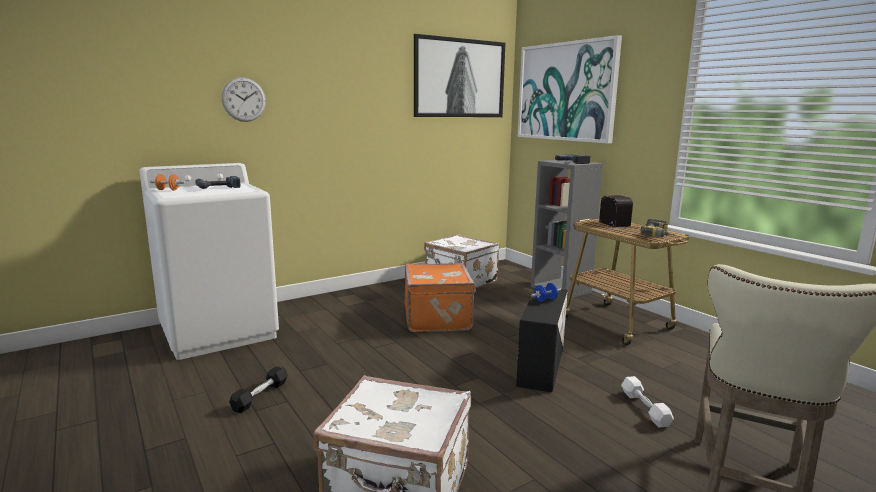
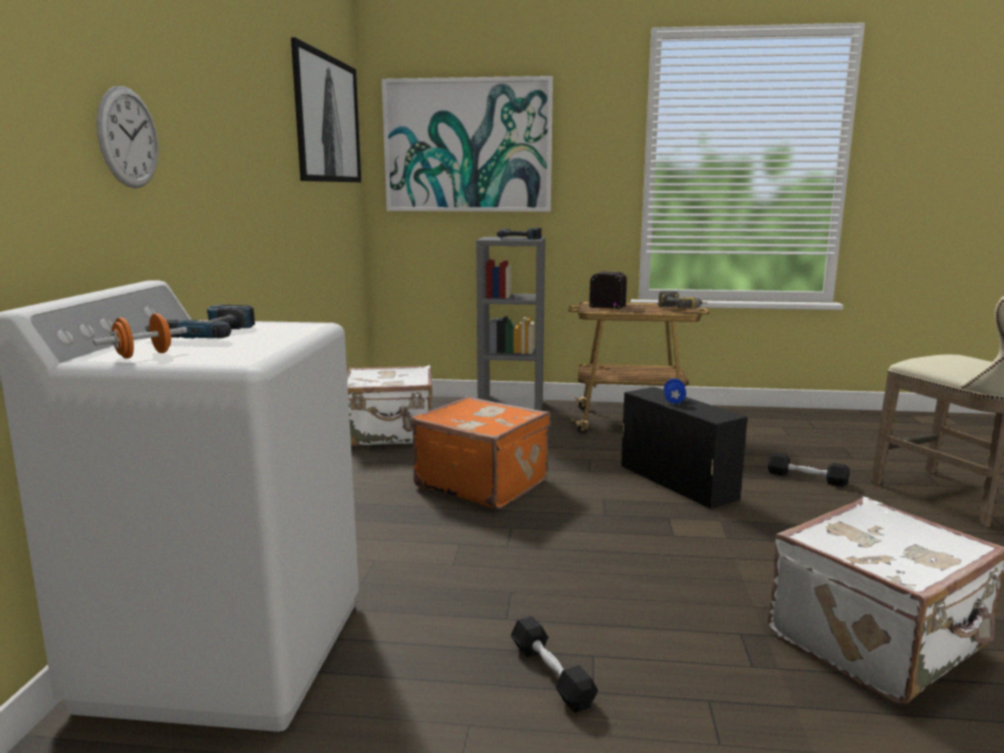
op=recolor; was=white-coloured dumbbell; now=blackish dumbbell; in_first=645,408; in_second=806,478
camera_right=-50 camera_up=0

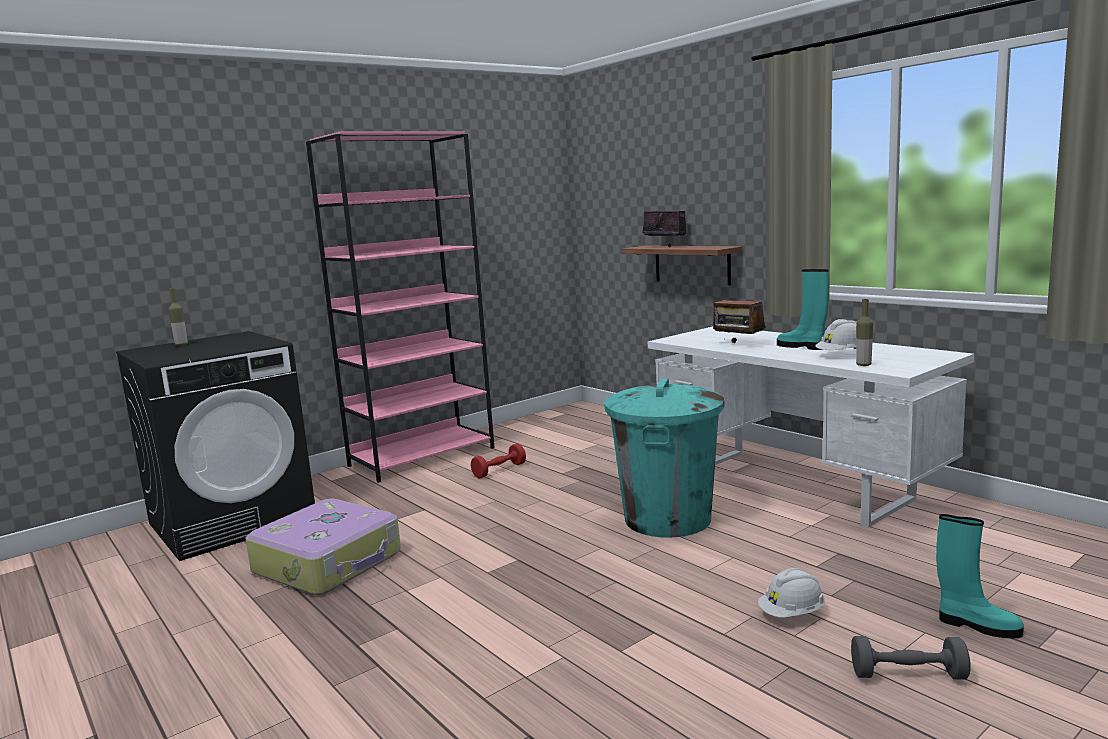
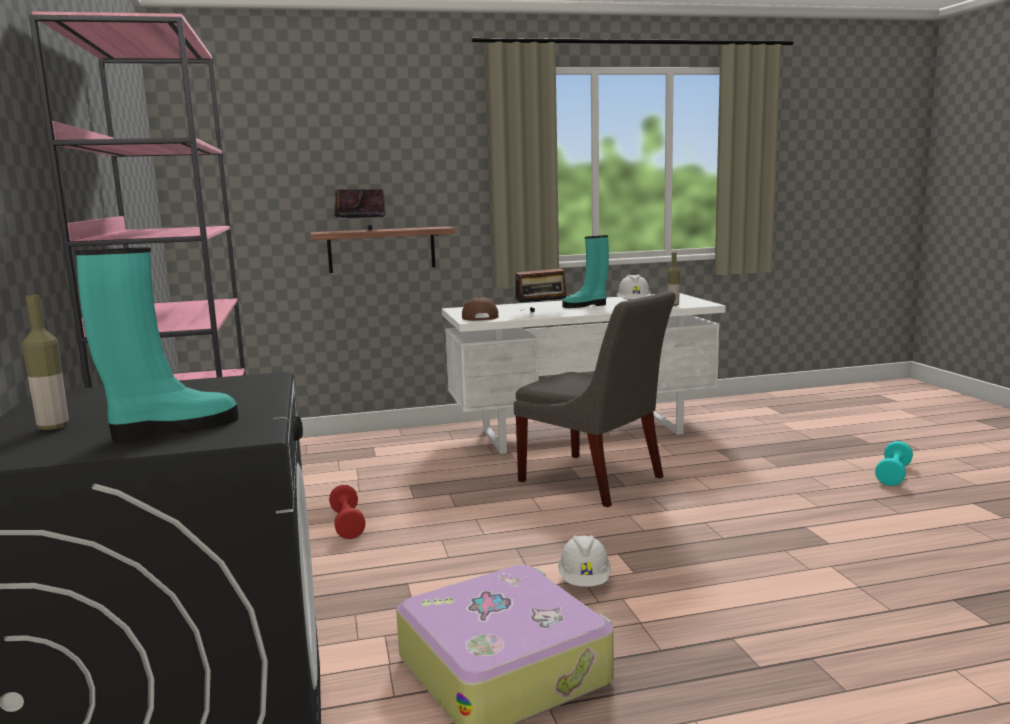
op=insert; now=brown cap; in_second=479,317
op=move; was=white-coloured hard hat; in_first=792,614; in_second=584,581
op=move; was=turquoise-coloured boot; in_first=976,625; in_second=172,429
op=replace; was=turquoise-coloured trash can; now=greyish plain chair; in_first=667,519; in_second=595,481
op=recolor; was=greyish dumbbell; now=turquoise-coloured dumbbell; in_first=908,675; in_second=893,475
camera_right=-65 camera_up=0

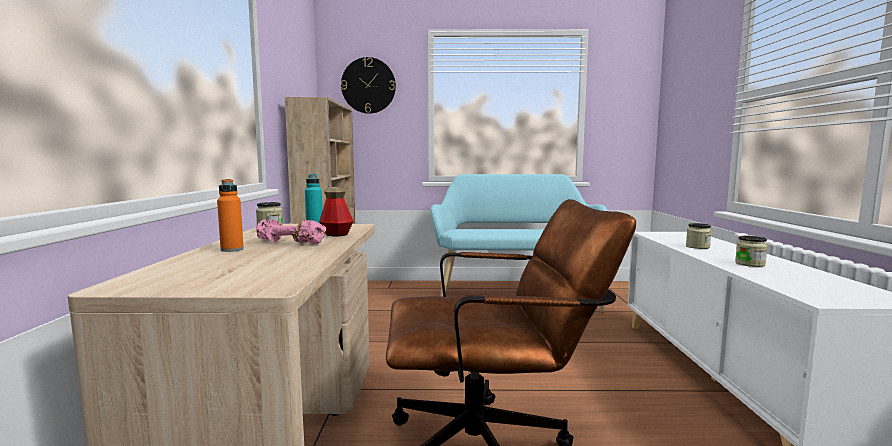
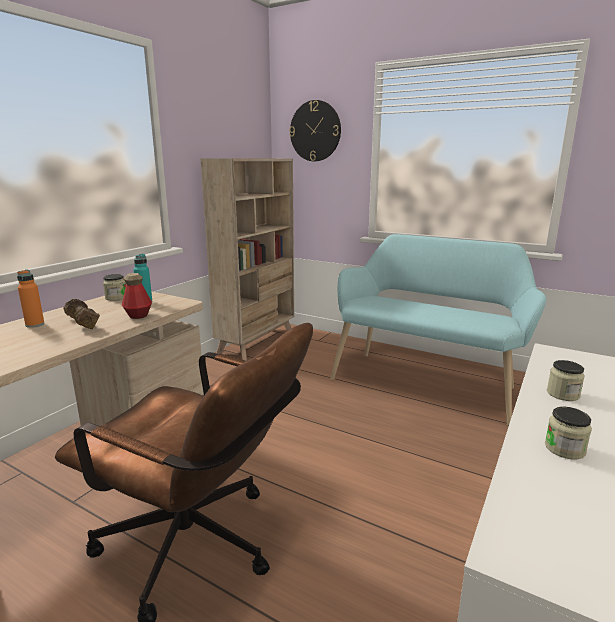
op=recolor; was=pink-coloured dumbbell; now=brown dumbbell; in_first=289,243; in_second=82,323
camera_right=30 camera_up=10

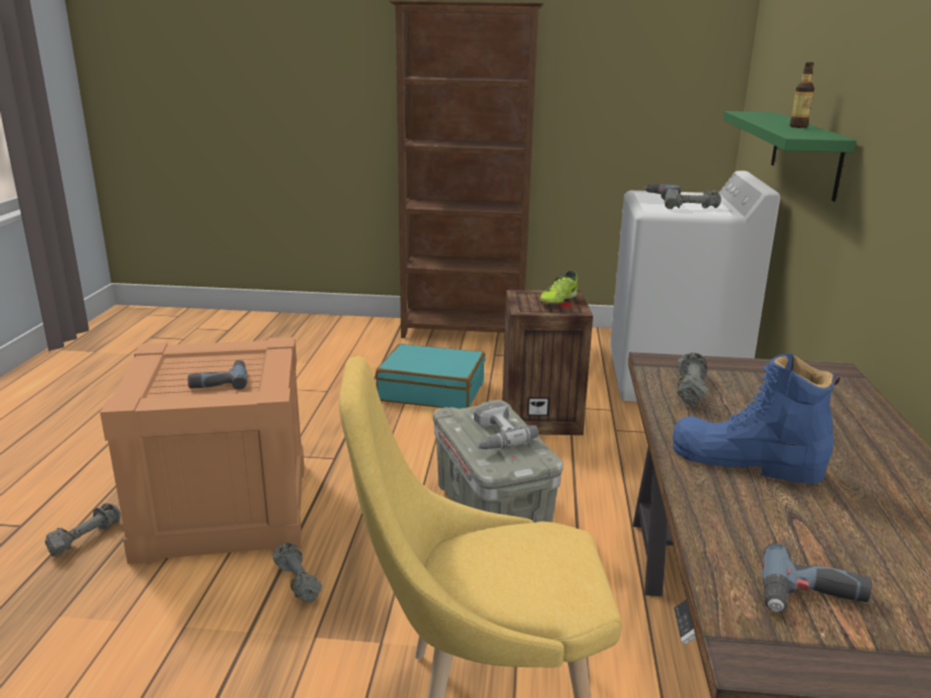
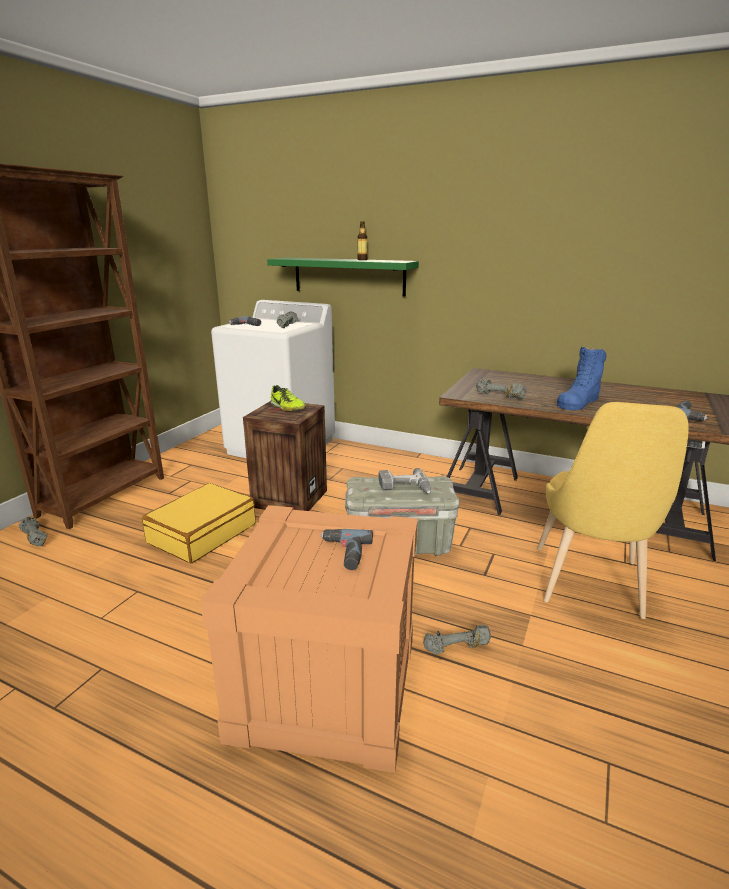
op=move; was=greyish dumbbell; in_first=85,538; in_second=34,538
op=recolor; was=turquoise-coloured piece of luggage; now=yellow piece of luggage; in_first=432,391; in_second=202,533
camera_right=-70 camera_up=0

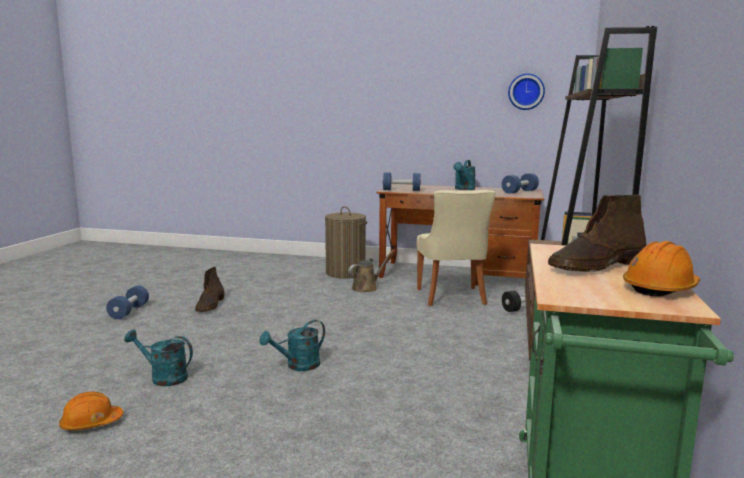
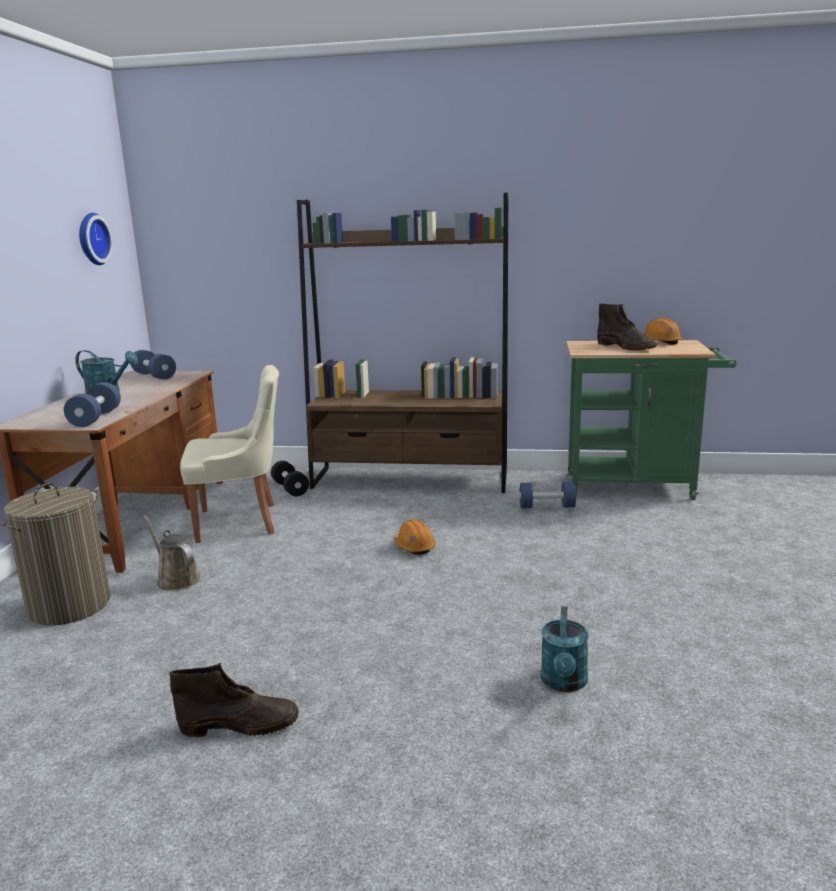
op=delete; was=turquoise-coloured sprinkling can; in_first=298,366
op=move; was=orange hard hat; in_first=91,423; in_second=414,546
op=move; was=bluish dumbbell; in_first=129,311; in_second=546,507
camera_right=-95 camera_up=5

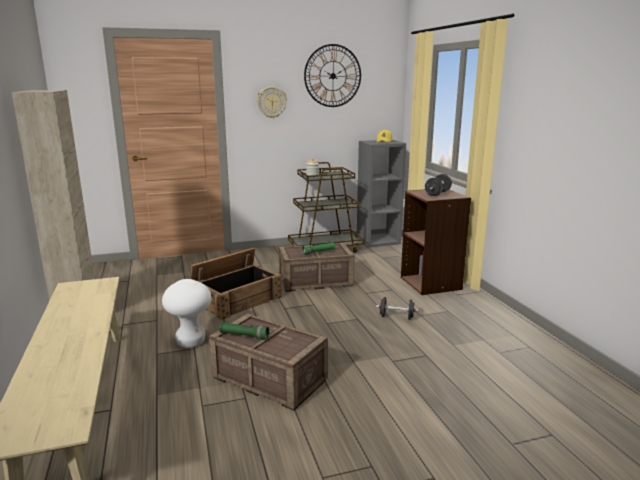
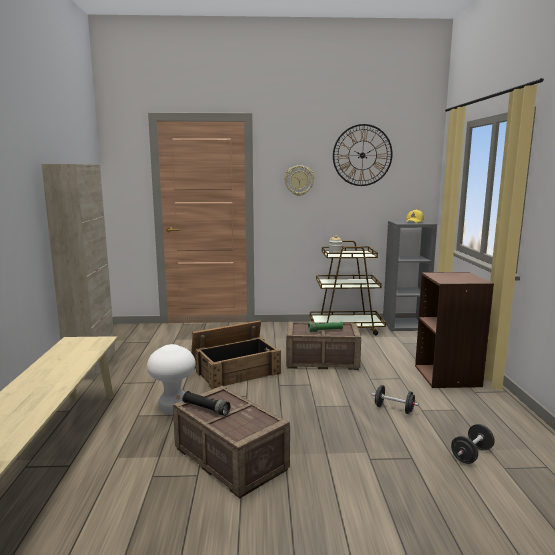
op=move; was=blackish dumbbell; in_first=437,193; in_second=471,455
op=recolor; was=green flashlight; now=blackish flashlight; in_first=244,336; in_second=206,409
camera_right=15 camera_up=-5

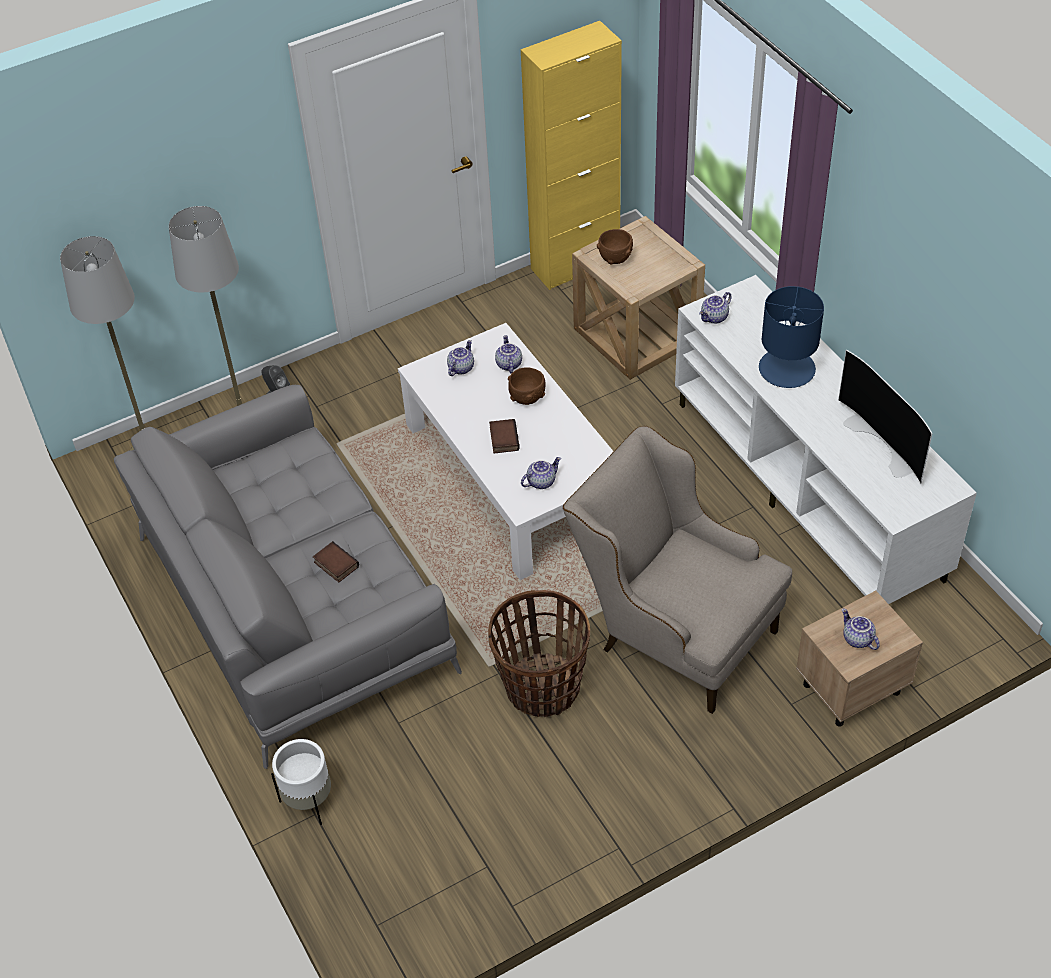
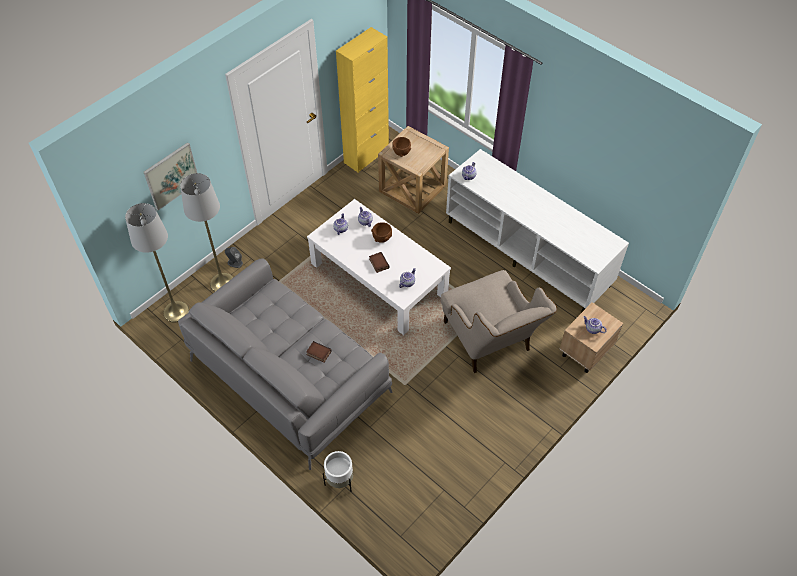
op=delete; was=basket; in_first=542,687
op=delete; was=bluish table lamp; in_first=787,368
op=delete; was=TV set; in_first=885,442
op=insert; now=wall picture; in_second=171,176
op=rotate; was=sand-coloured lounge chair; in_first=674,631; in_second=490,343; clockwise=-135
camera_right=-20 camera_up=5

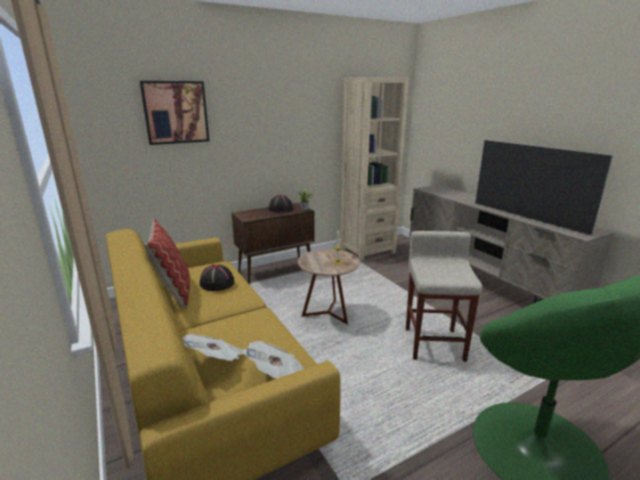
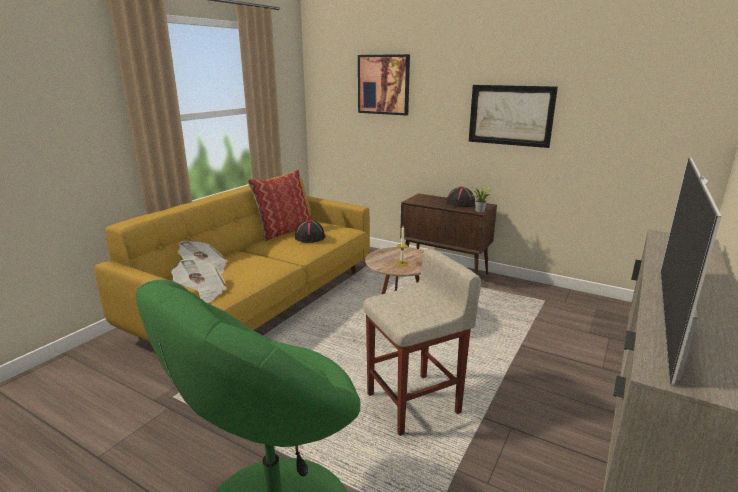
op=delete; was=sand-coloured bookshelf; in_first=367,250
op=insert; now=wall picture; in_second=510,115
camera_right=60 camera_up=0

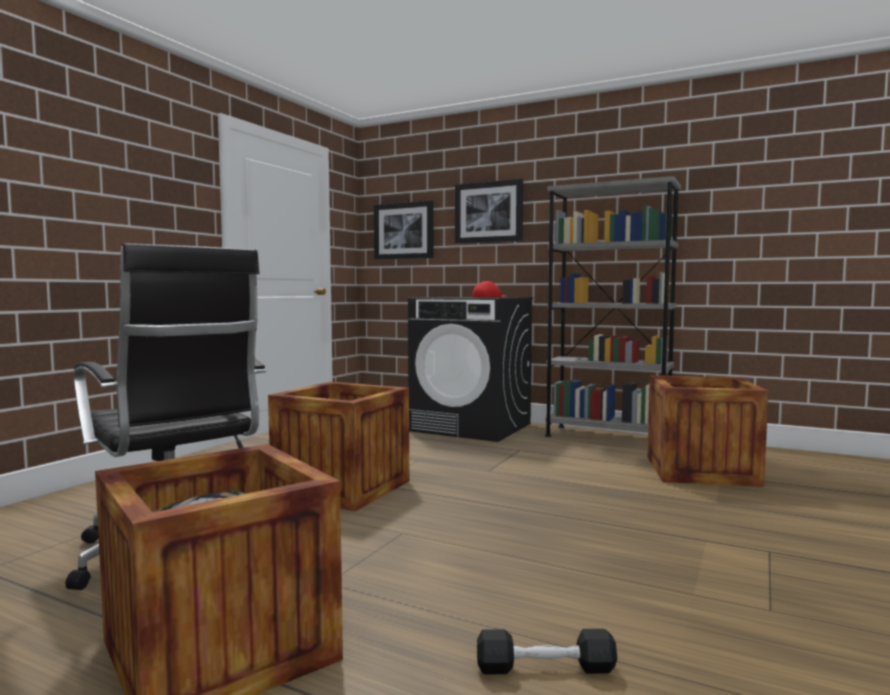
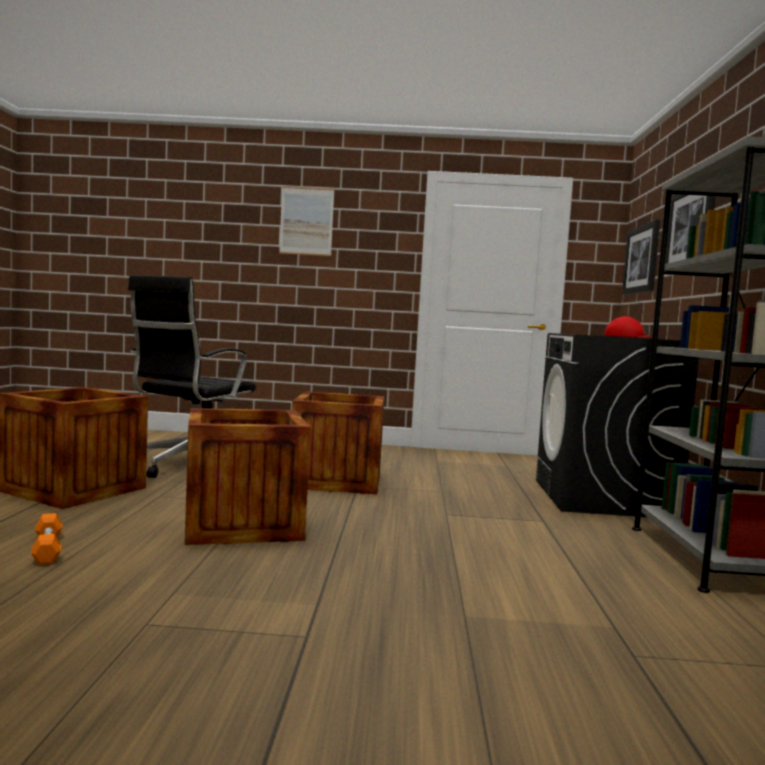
op=insert; now=wall picture; in_second=306,221
op=move; was=packing crate; in_first=700,470; in_second=242,524
op=recolor; was=blackish dumbbell; now=orange dumbbell; in_first=545,668; in_second=47,549
camera_right=65 camera_up=0

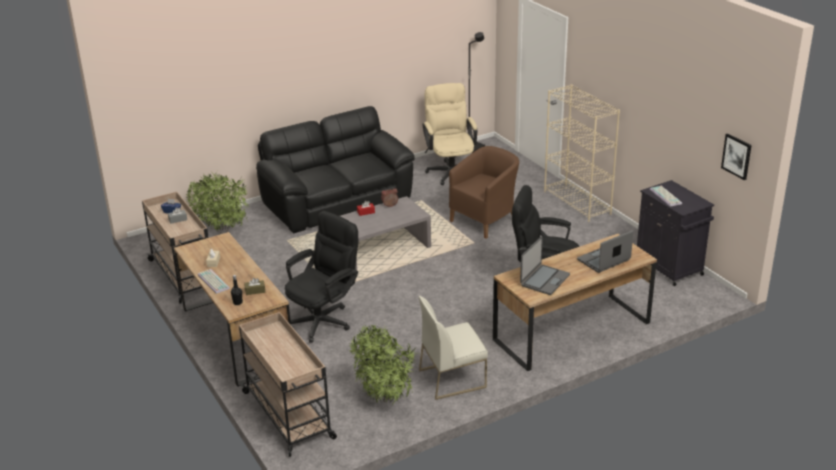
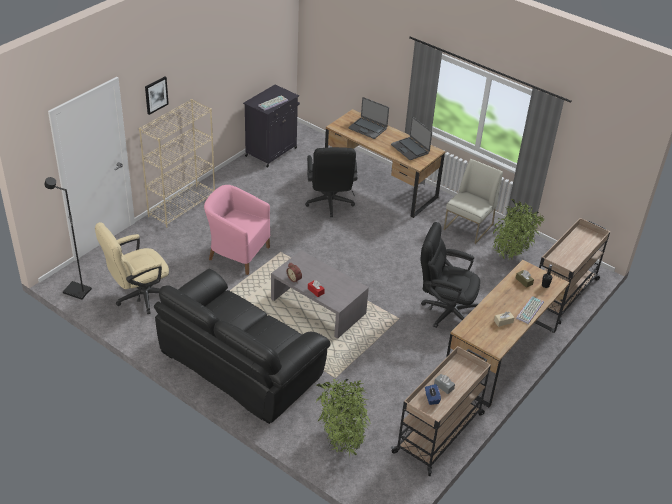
op=move; was=wall picture; in_first=736,156; in_second=156,95
op=recolor; was=brown lounge chair; now=pink-coloured lounge chair; in_first=485,220; in_second=237,253
op=rotate; was=white-coloured plain chair; in_first=452,378; in_second=468,227; clockwise=-105
op=rotate; was=portable computer; in_first=544,280; in_second=410,149; clockwise=-135
camera_right=-115 camera_up=10

